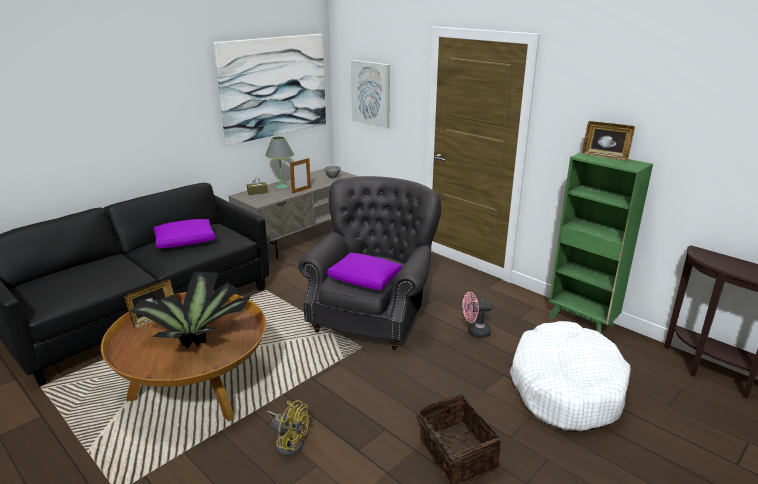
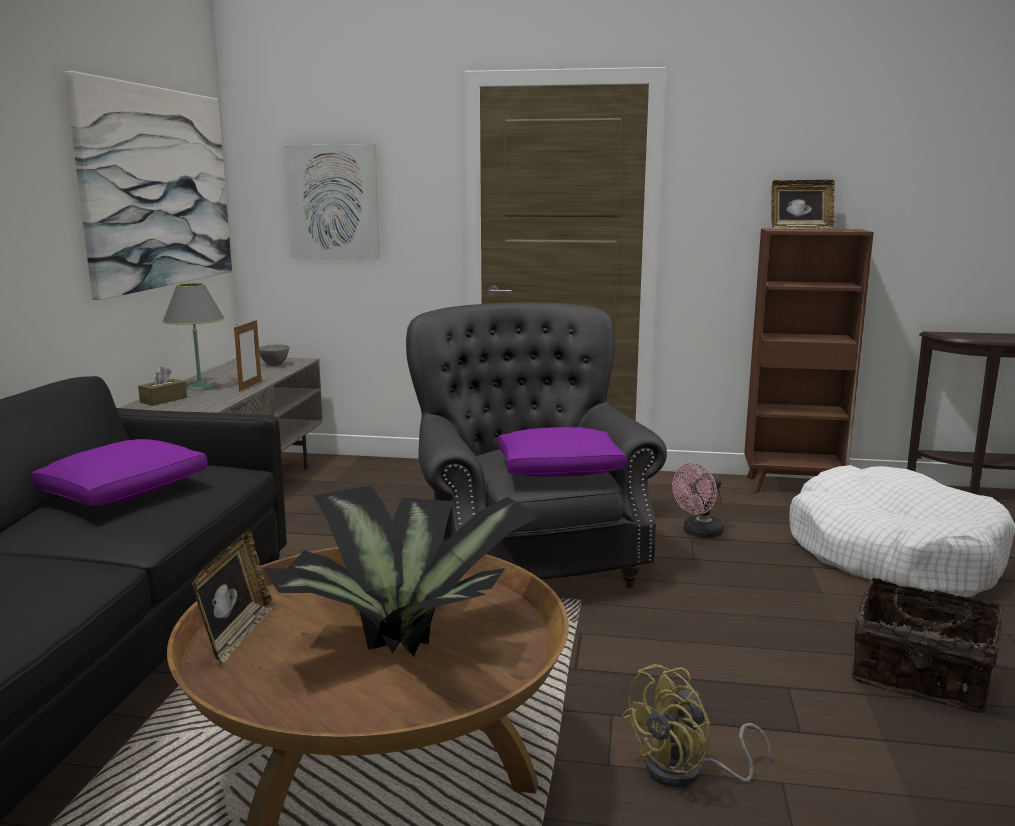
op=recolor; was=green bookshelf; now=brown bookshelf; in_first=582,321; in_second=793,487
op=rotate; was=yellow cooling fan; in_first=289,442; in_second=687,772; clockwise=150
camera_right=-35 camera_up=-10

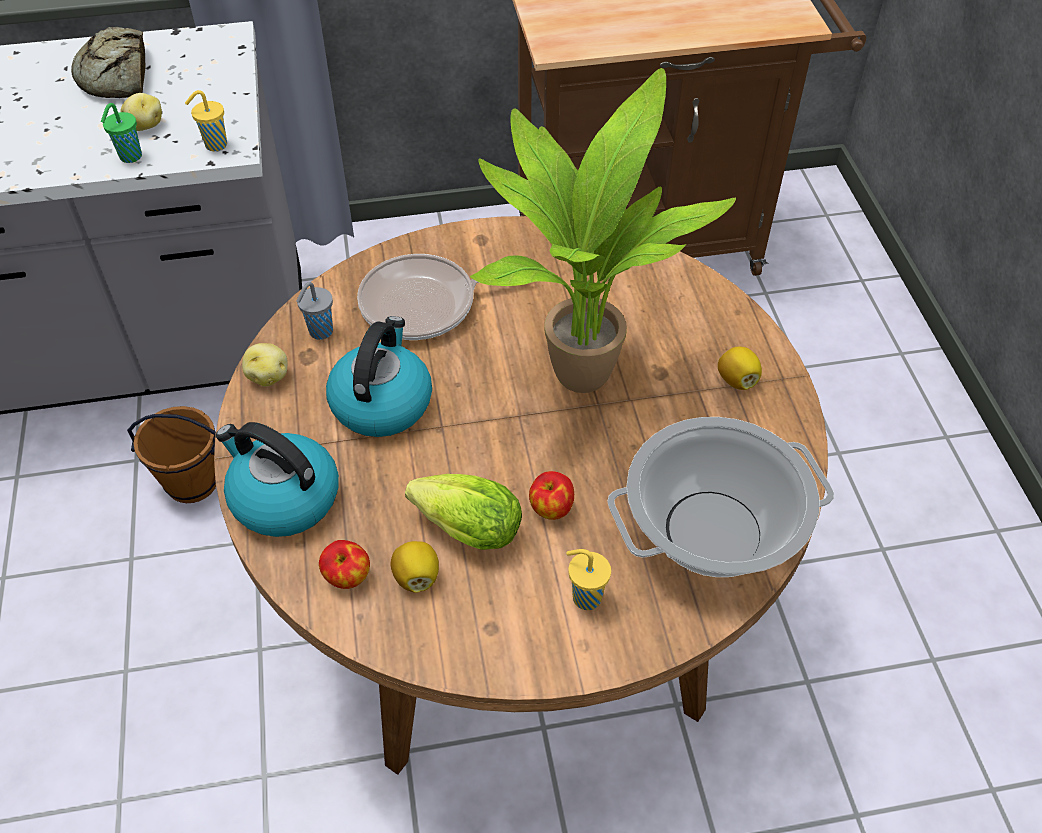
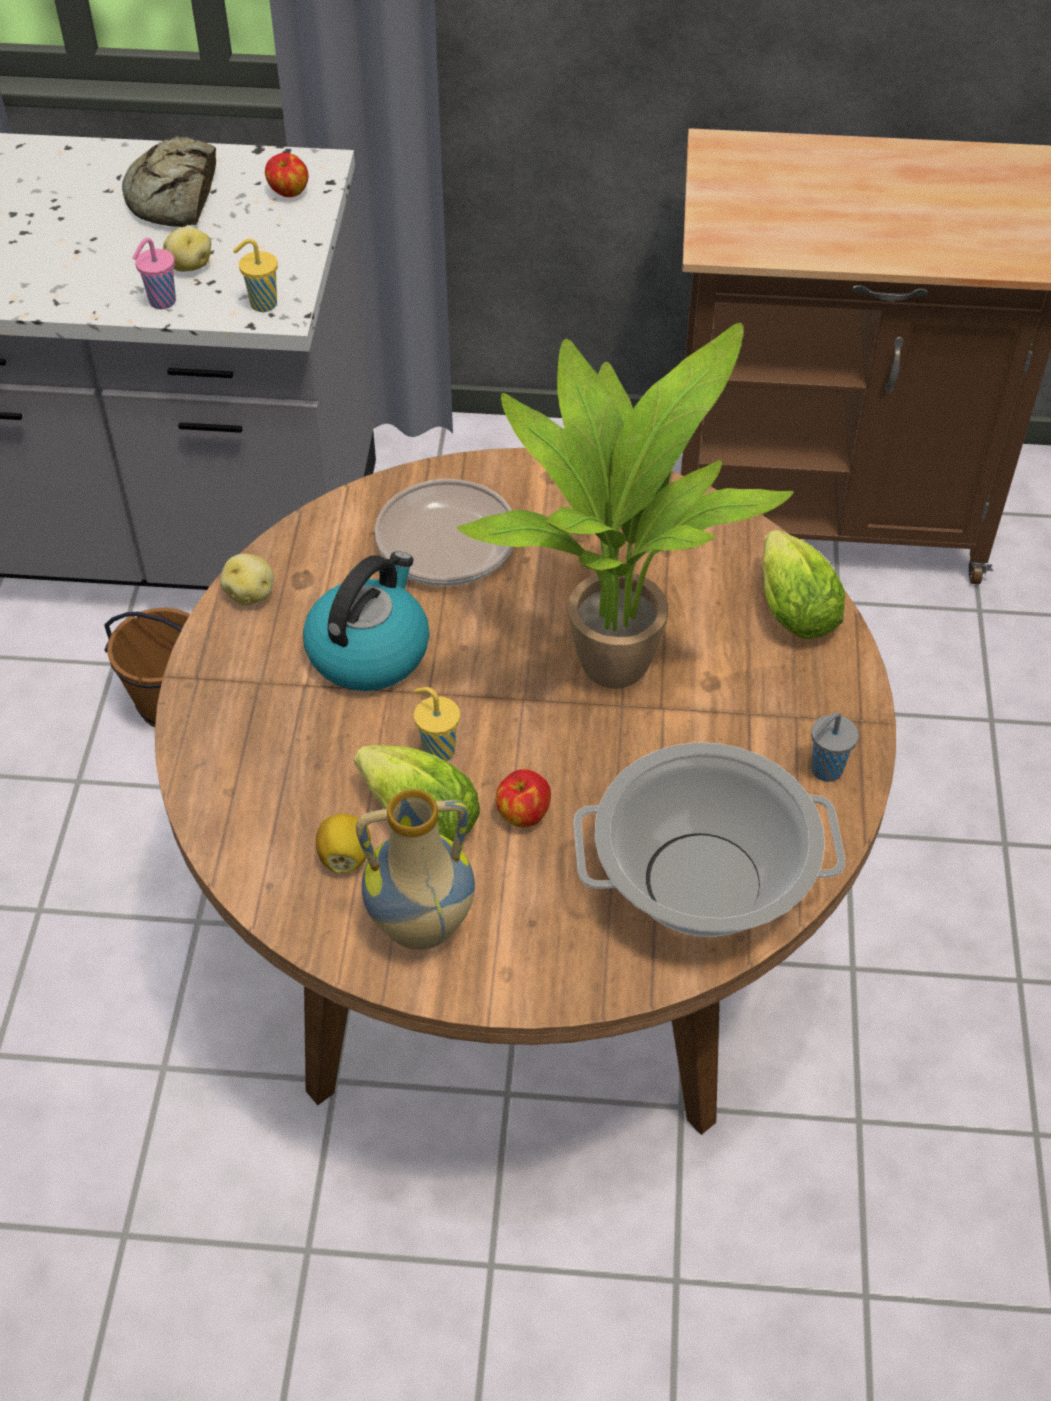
op=delete; was=water kettle; in_first=283,498
op=delete; was=citrus fruit; in_first=737,380
op=insert; now=flower vase; in_second=421,928
op=insert; now=head of lettuce; in_second=791,606
op=move; was=greyish small cup; in_first=319,332; in_second=825,771
op=move; was=apple fruit; in_first=347,577; in_second=288,193
op=move; was=yellow small cup; in_first=585,597; in_second=437,750
op=recolor; was=green small cup; now=pink-coloured small cup; in_first=129,157; in_second=161,302
camera_right=15 camera_up=0

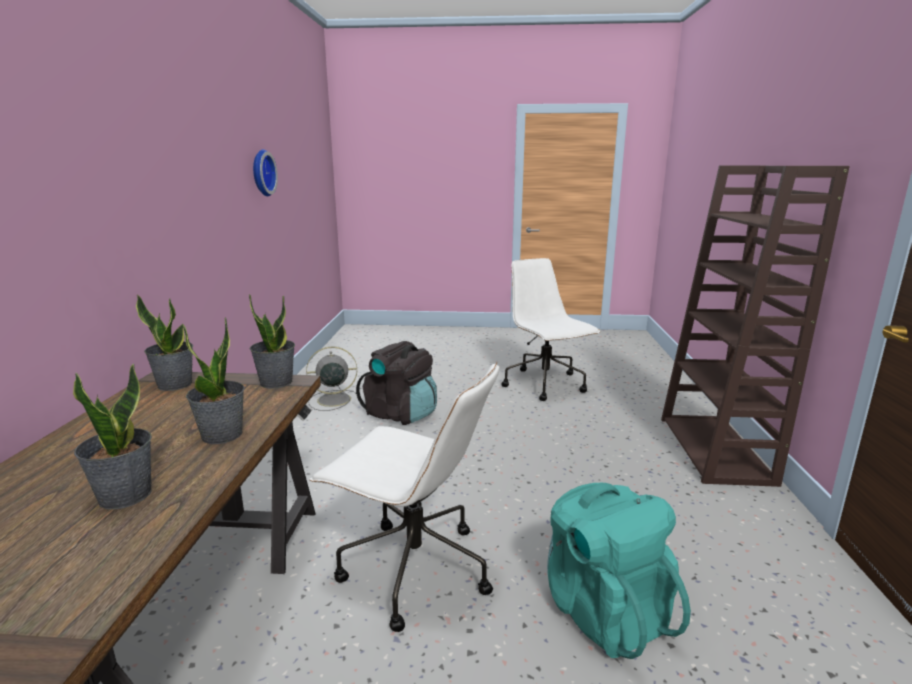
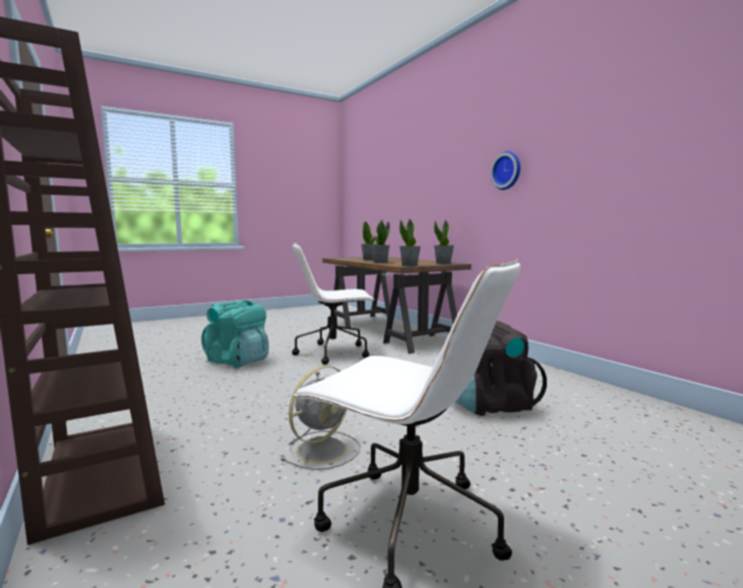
op=move; was=hanging clock; in_first=261,173; in_second=507,171
op=move; was=greyish cooling fan; in_first=332,400; in_second=323,449
camera_right=145 camera_up=-10

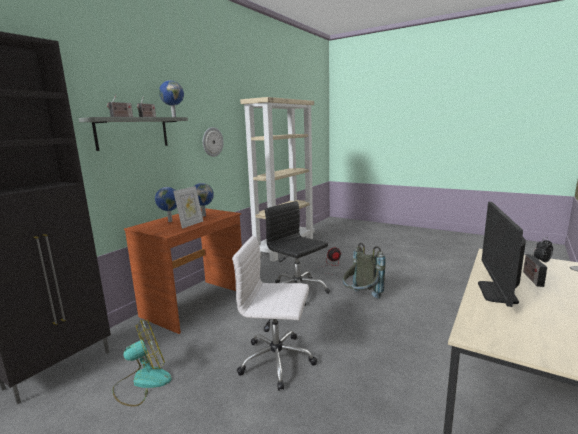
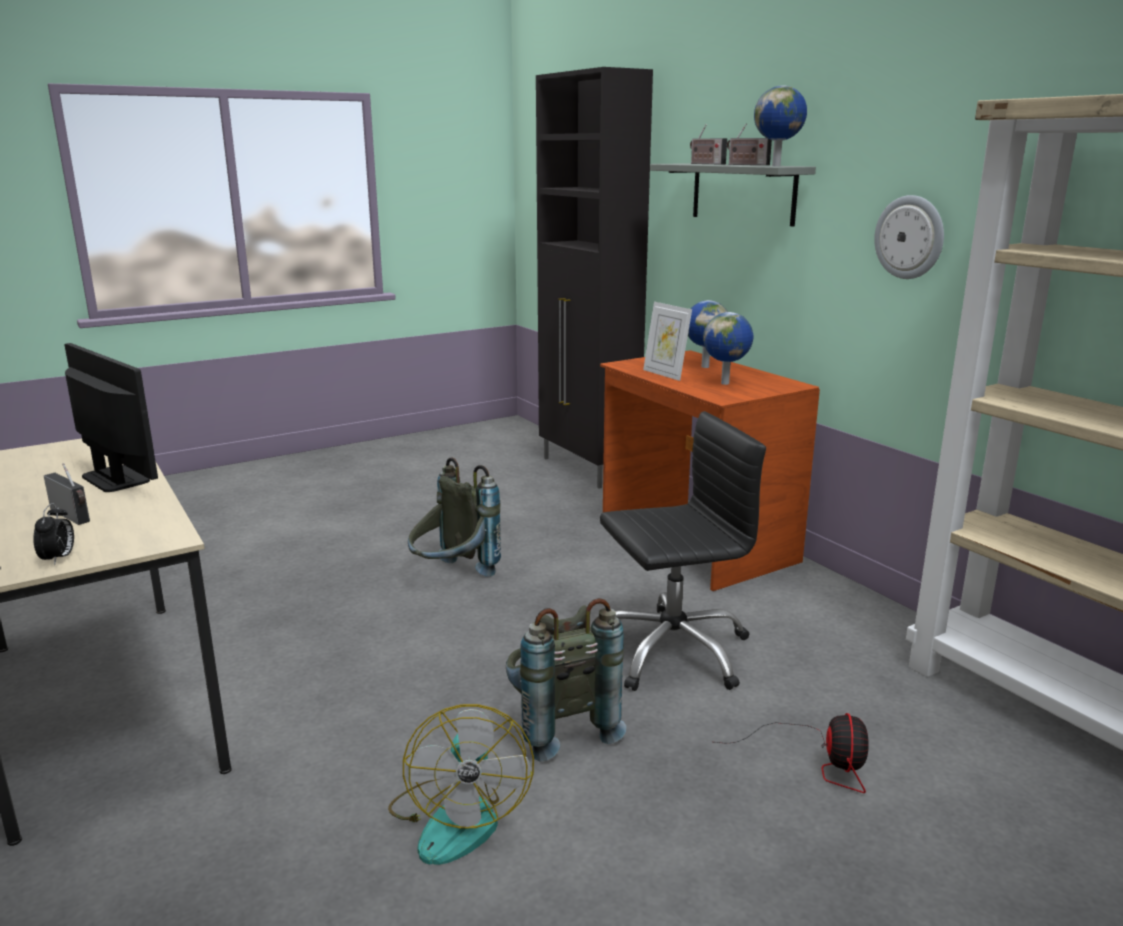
op=move; was=cooling fan; in_first=142,382; in_second=458,817
op=replace; was=white-coloured computer chair; now=greyish rucksack; in_first=278,361; in_second=452,577
camera_right=115 camera_up=5

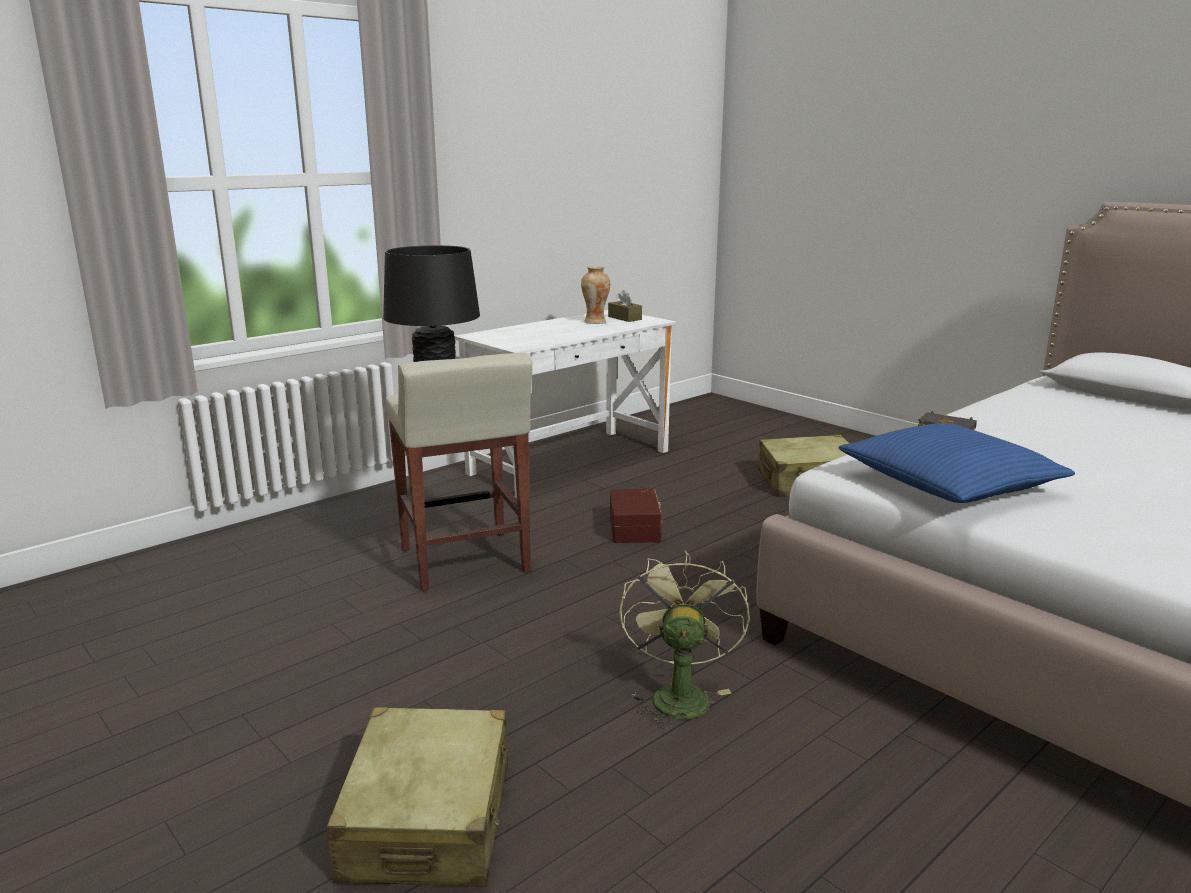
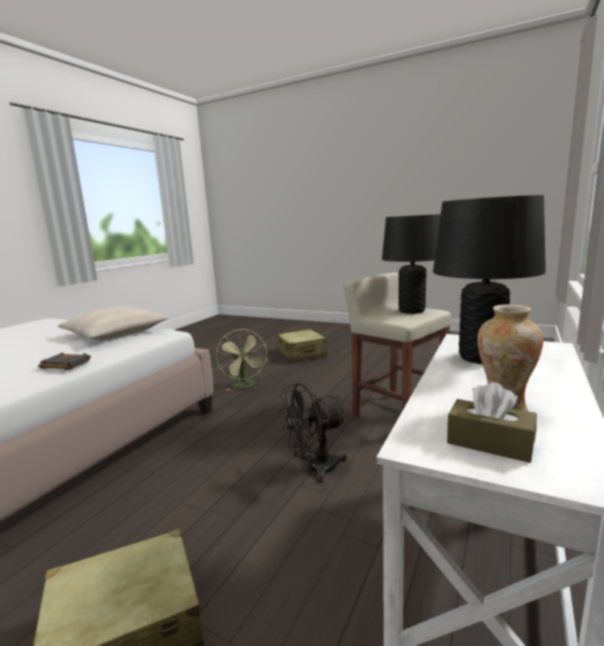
op=insert; now=blackish table lamp; in_second=480,358
op=replace; was=brown storage container; now=blackish cooling fan; in_first=636,528; in_second=314,468
op=recolor; was=bluish pillow; now=sand-coloured pillow; in_first=948,483; in_second=115,333
camera_right=160 camera_up=-5

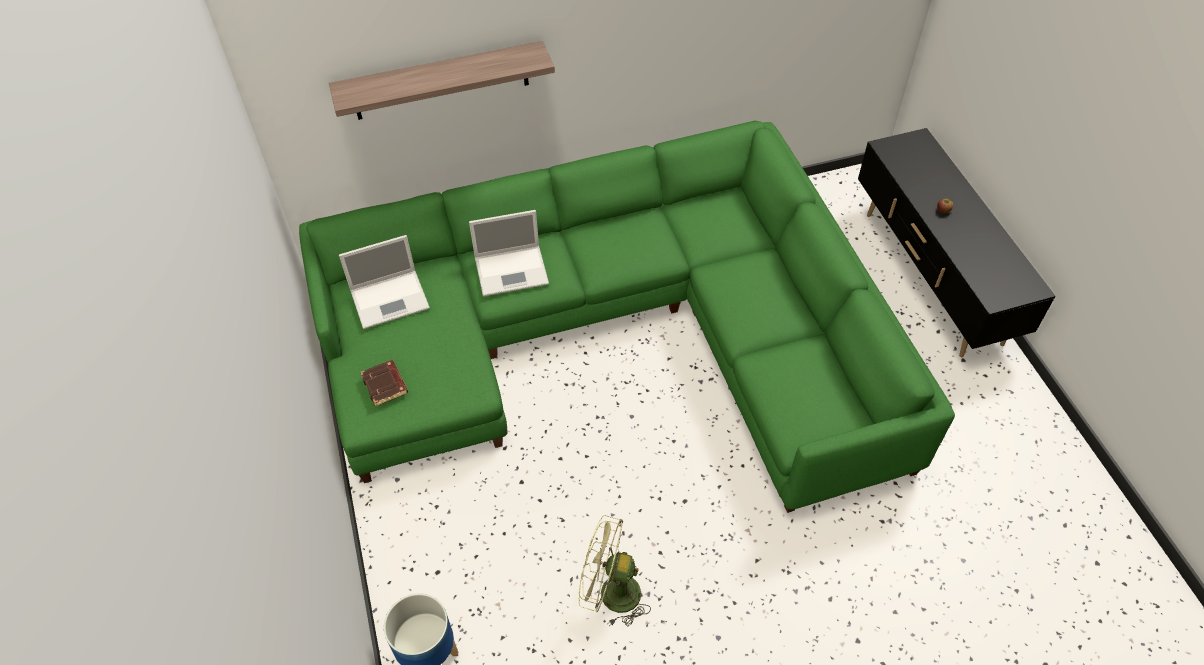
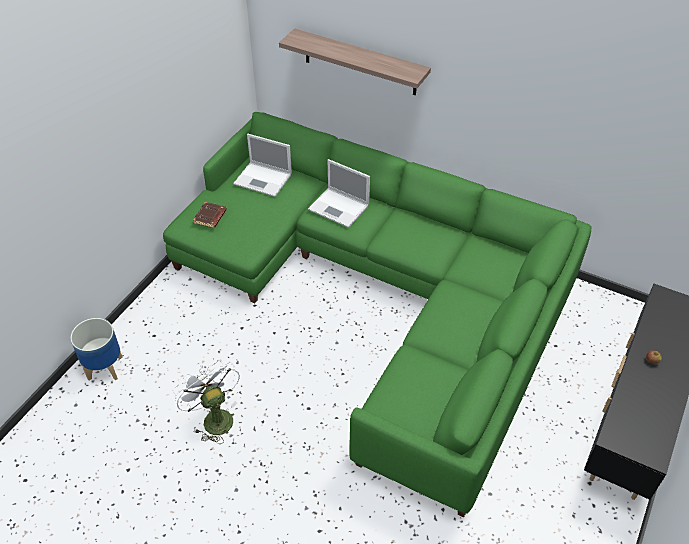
op=recolor; was=green cooling fan; now=white-coloured cooling fan; in_first=610,593; in_second=214,418
camera_right=45 camera_up=-5

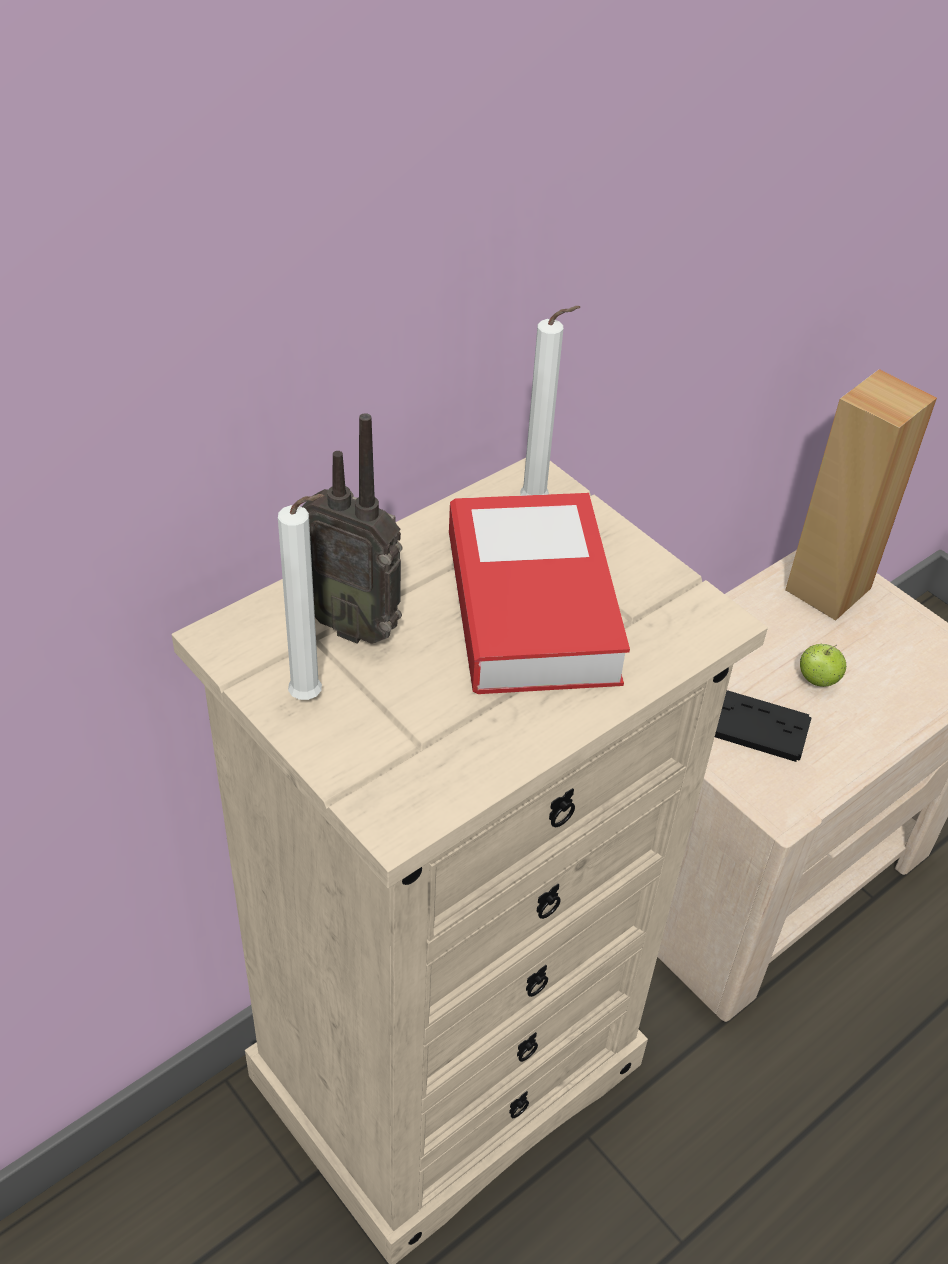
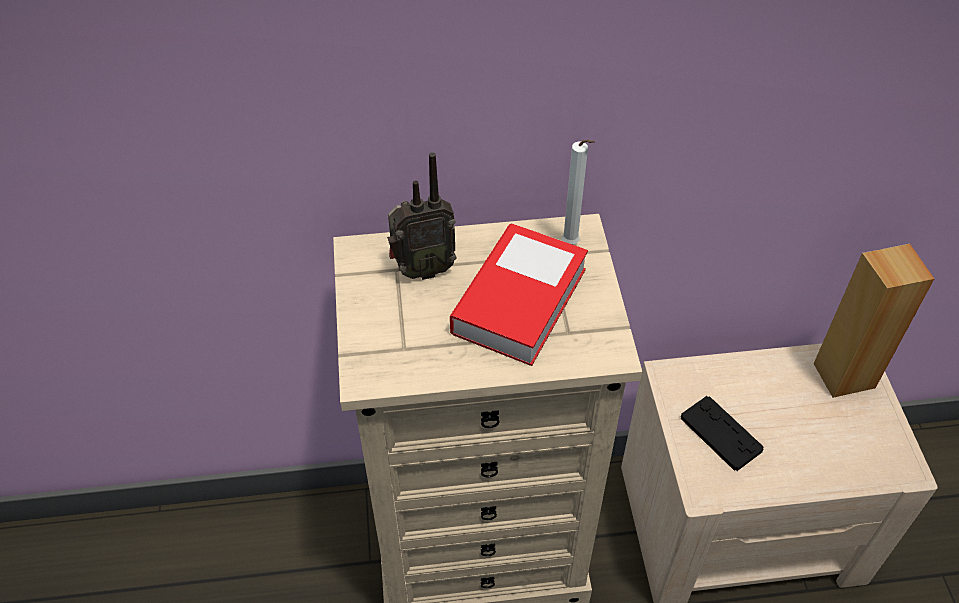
op=delete; was=white-coloured wax light; in_first=311,698
op=delete; was=apple fruit; in_first=817,680
op=rotate; was=radio receiver; in_first=353,623; in_second=422,269; clockwise=-75
camera_right=35 camera_up=5

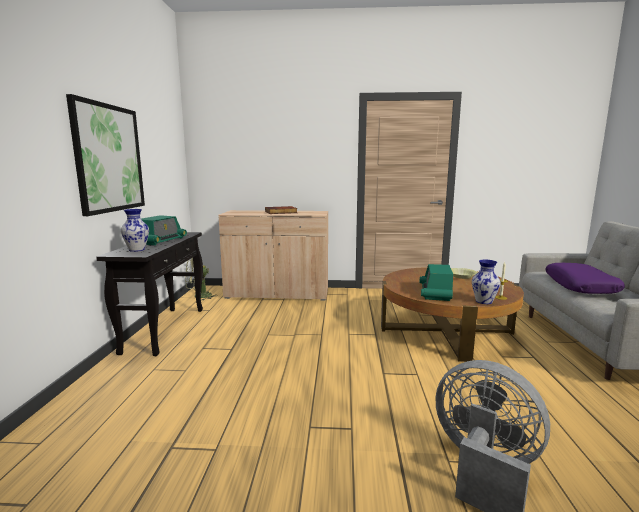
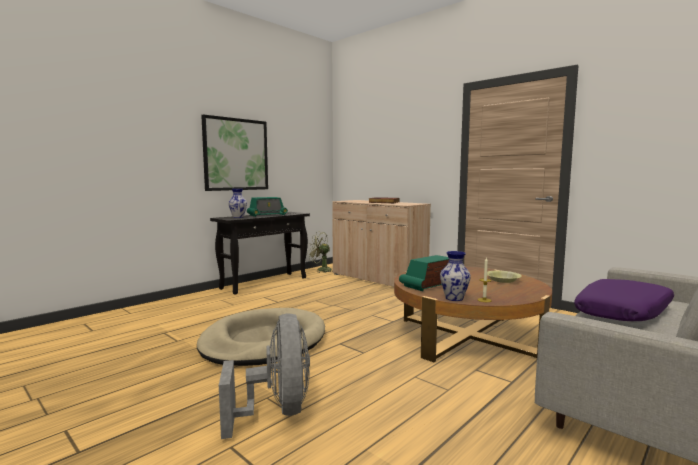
op=insert; now=sand-coloured dog bed; in_second=263,342
camera_right=40 camera_up=-5

